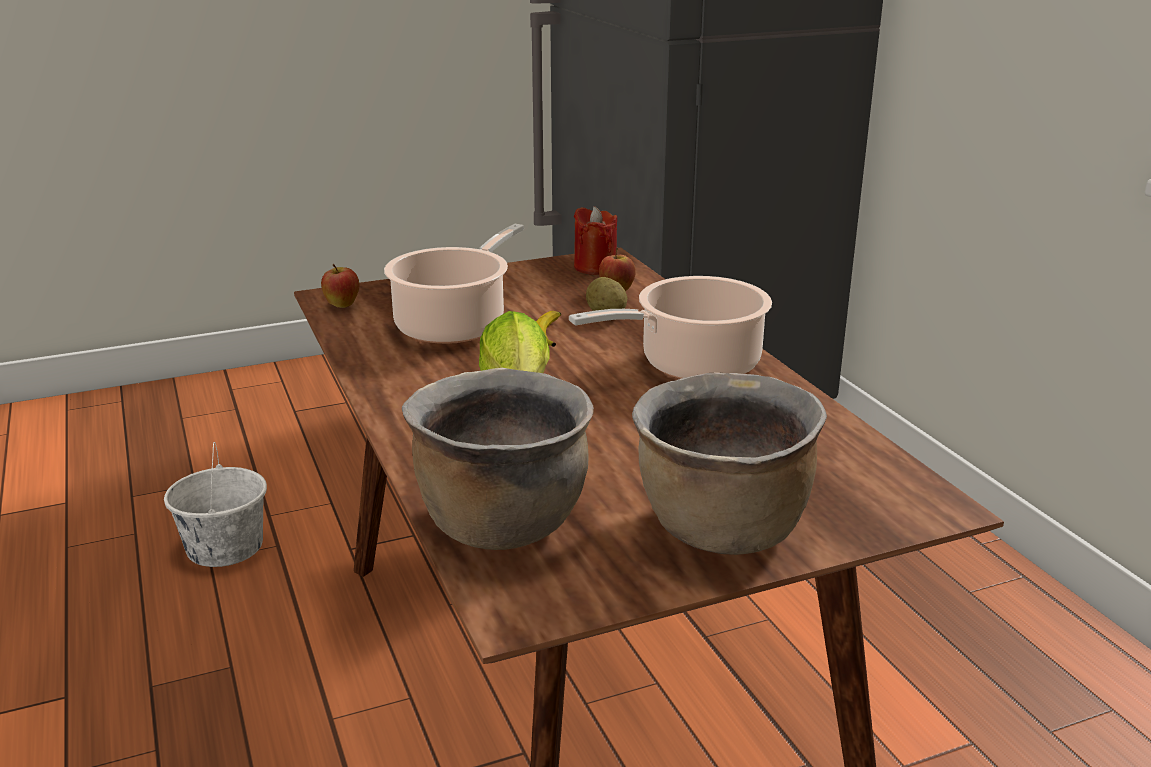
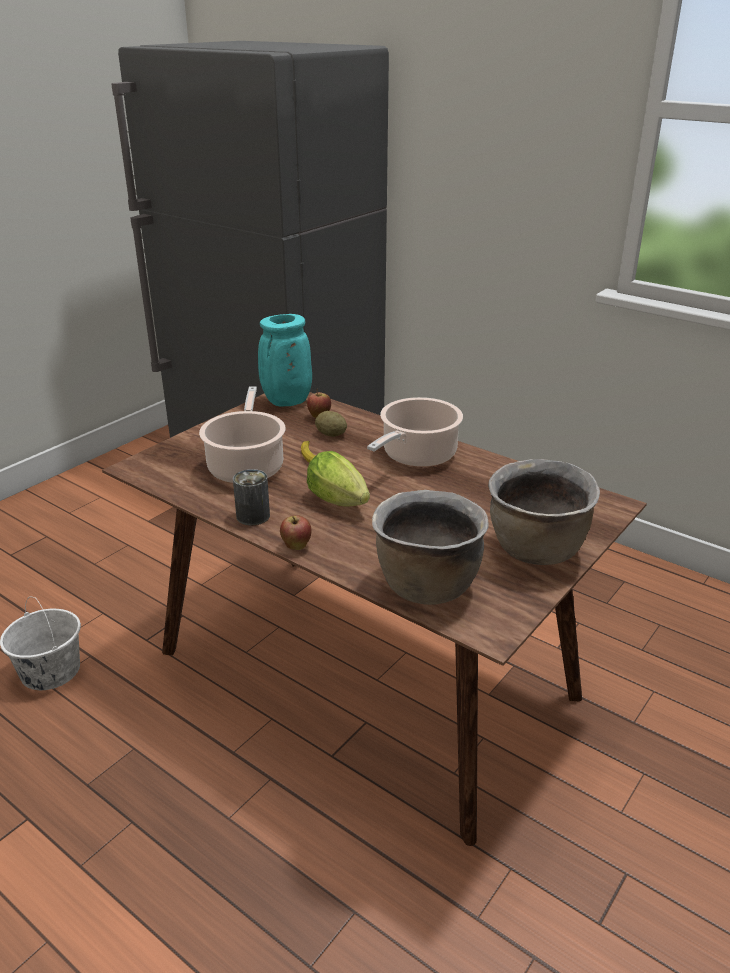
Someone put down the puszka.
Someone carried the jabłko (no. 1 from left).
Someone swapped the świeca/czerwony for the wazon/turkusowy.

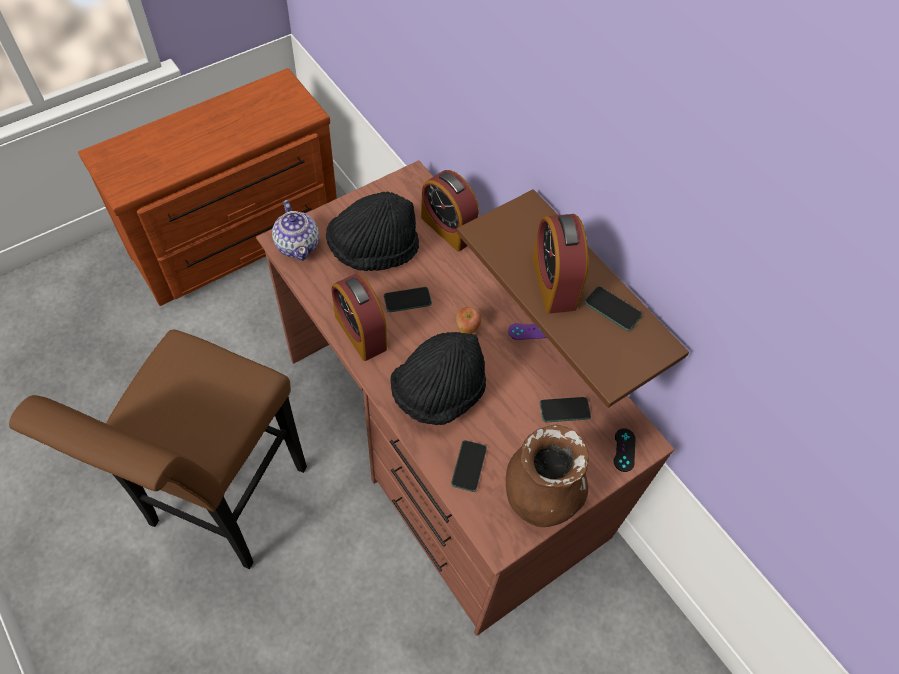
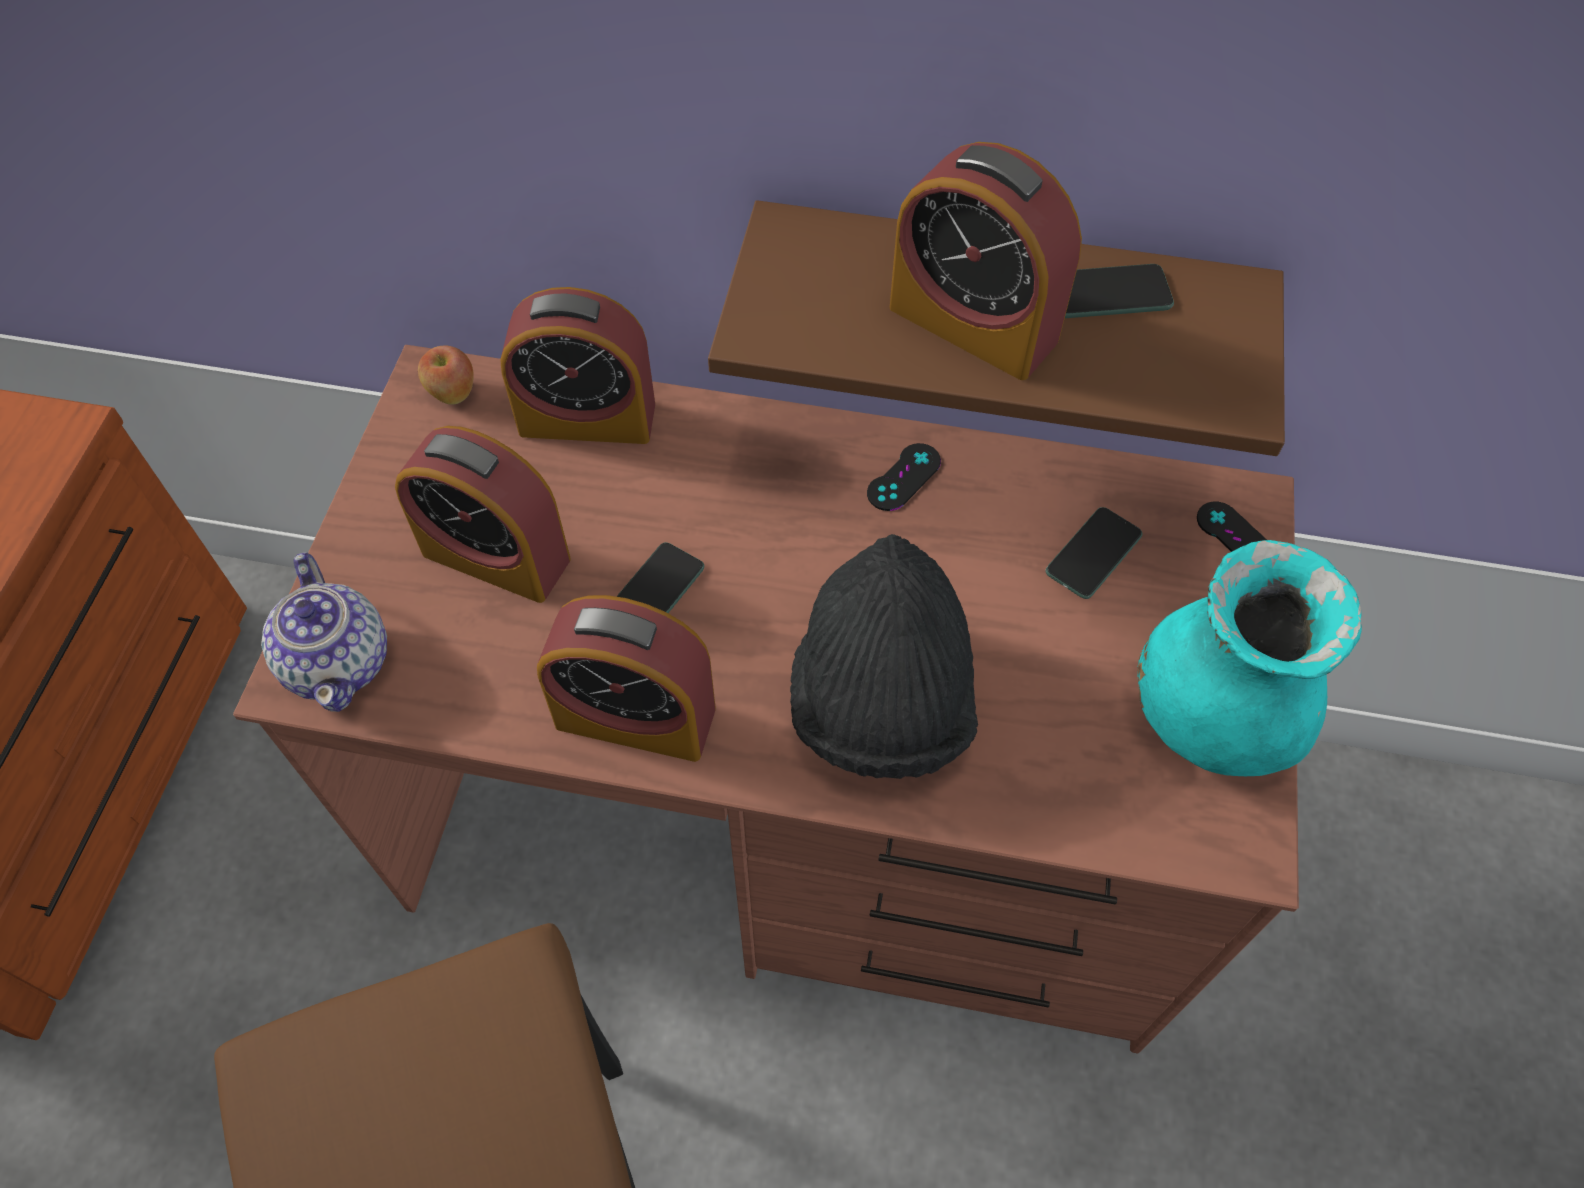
Someone took away the telefon (no. 2 from left).
Someone carried the jabłko.
Someone swapped the kapelusz/czarny (no. 1 from left) for the budzik (no. 1 from left).
Someone repainted the wazon/brązowy, which became the wazon/turkusowy.
Someone repainted the pad do gier/fioletowy, which became the pad do gier/czarny (no. 1 from left).
Someone rotated the imbryk by 45 degrees clockwise.

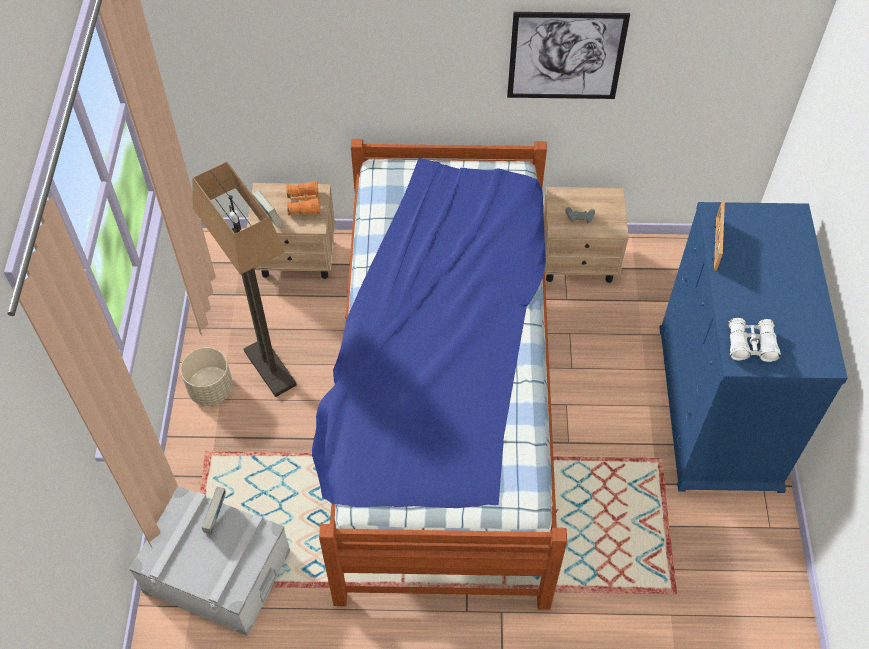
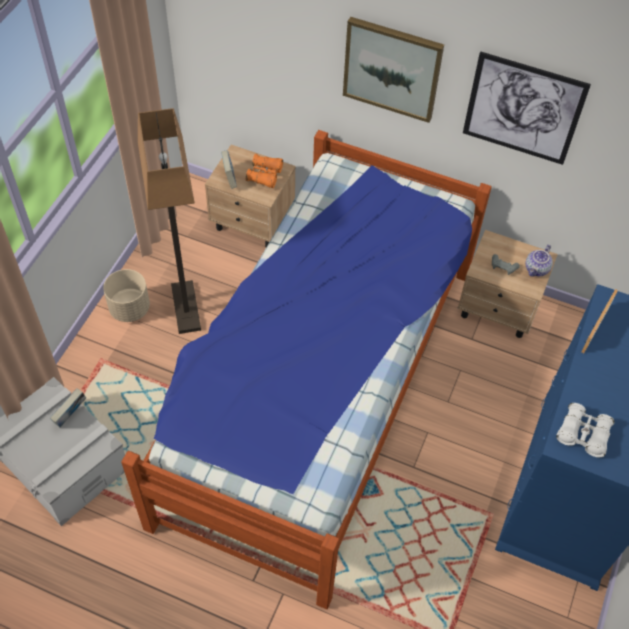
Someone put up the obraz (no. 1 from left).
Someone put down the imbryk.

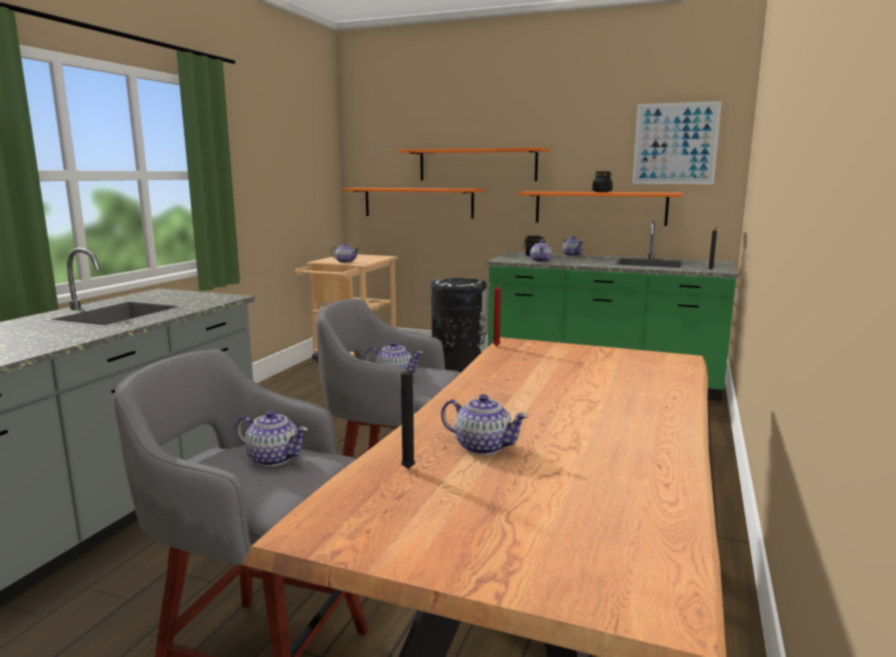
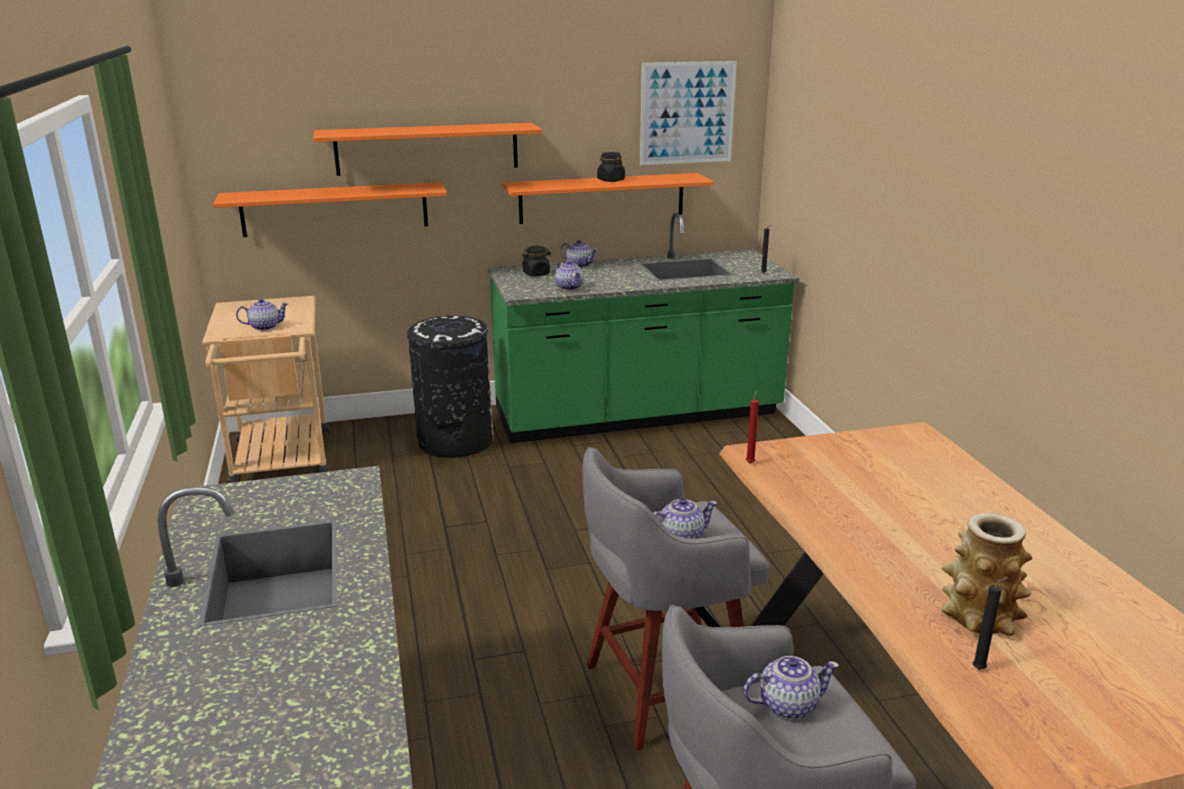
Someone swapped the imbryk (no. 4 from left) for the wazon.

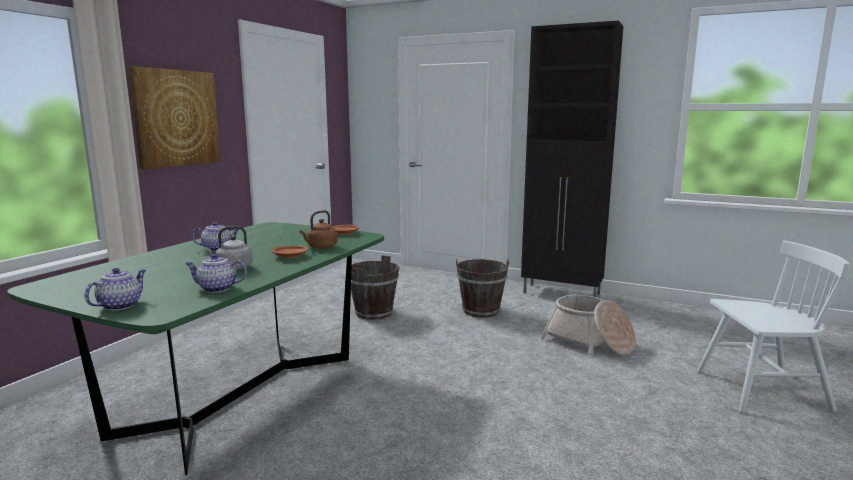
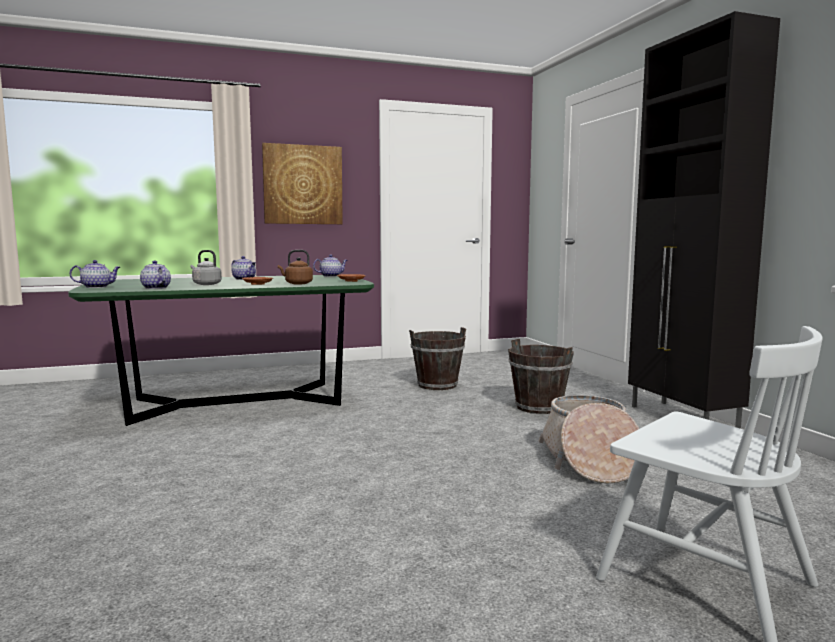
Someone put down the imbryk (no. 4 from left).

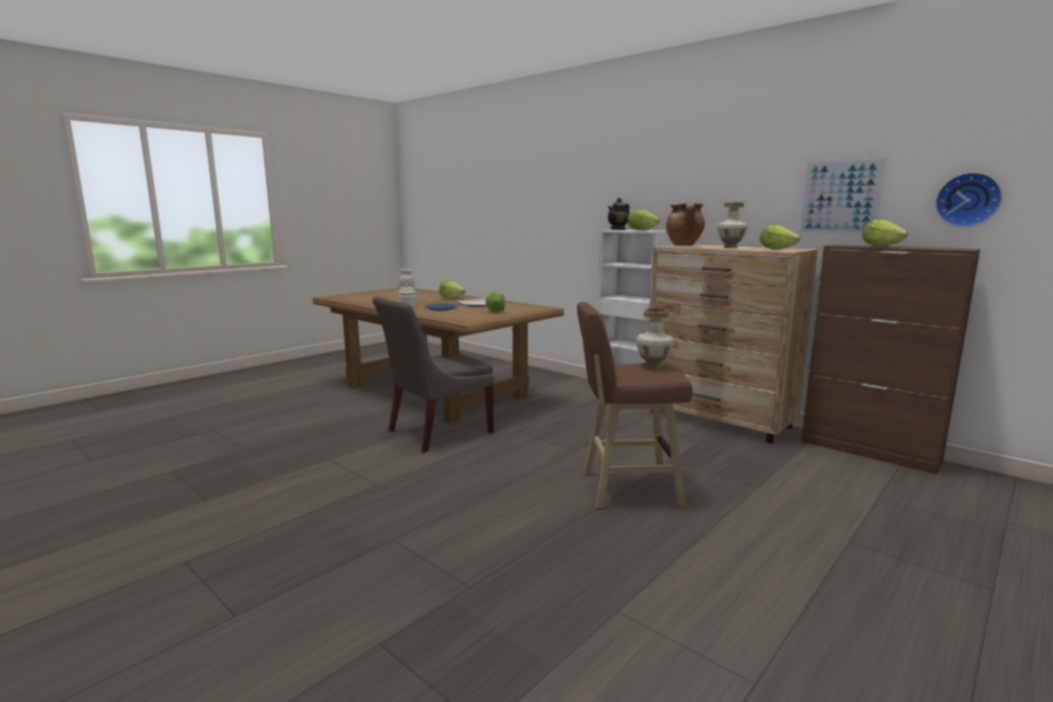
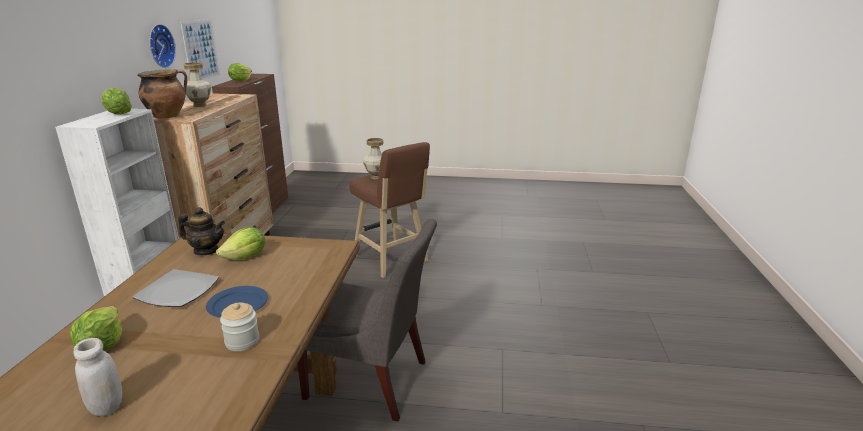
Someone took away the sałata (no. 4 from left).
Someone carried the imbryk.
Someone carried the zegar ścienny.

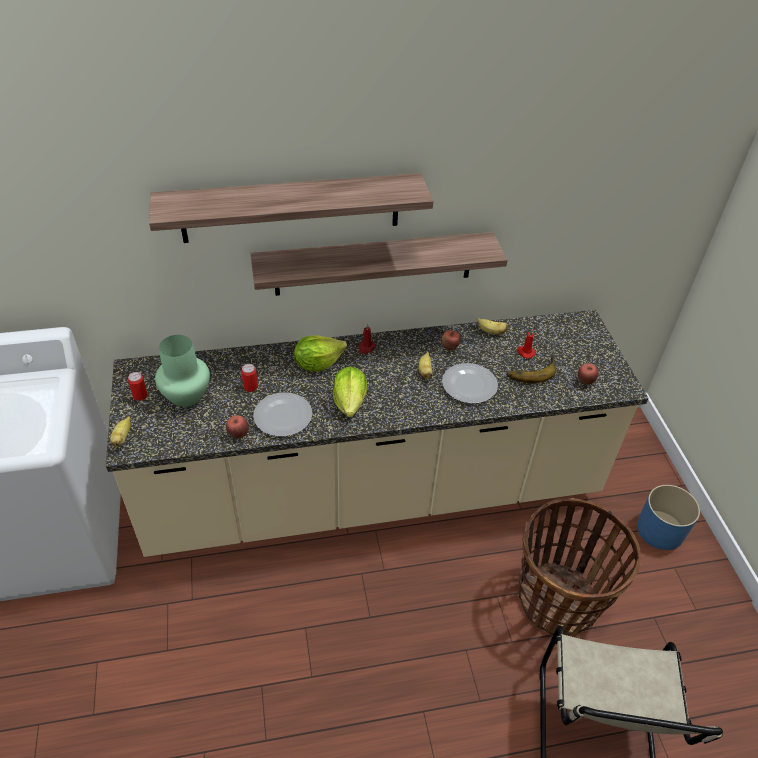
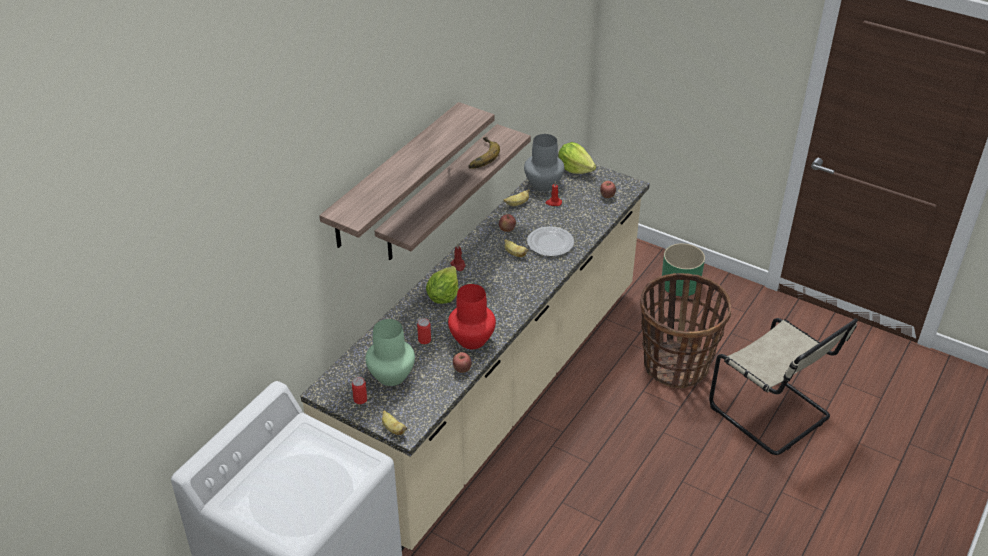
Someone put down the wazon/szary.
Someone carried the sałata (no. 2 from left).
Someone carried the banan (no. 4 from left in the first image).
Someone swapped the talerz (no. 1 from left) for the wazon/czerwony.
Someone repainted the donica/niebieski, which became the donica/zielony.

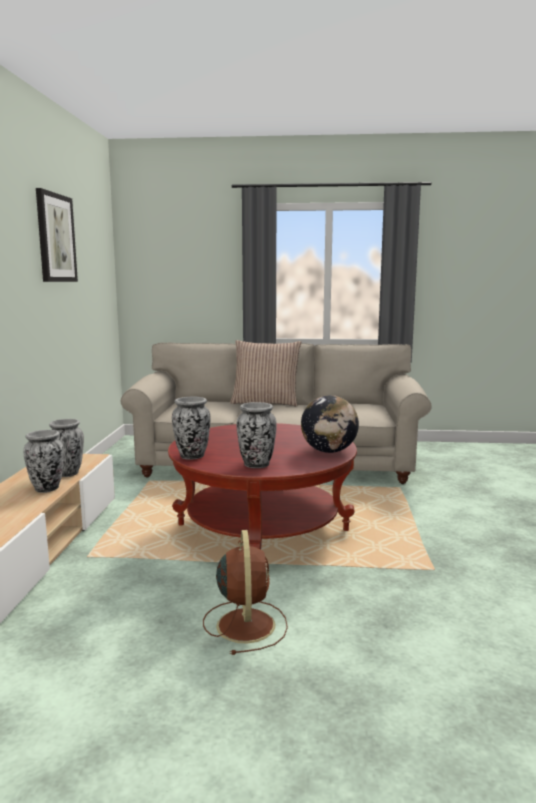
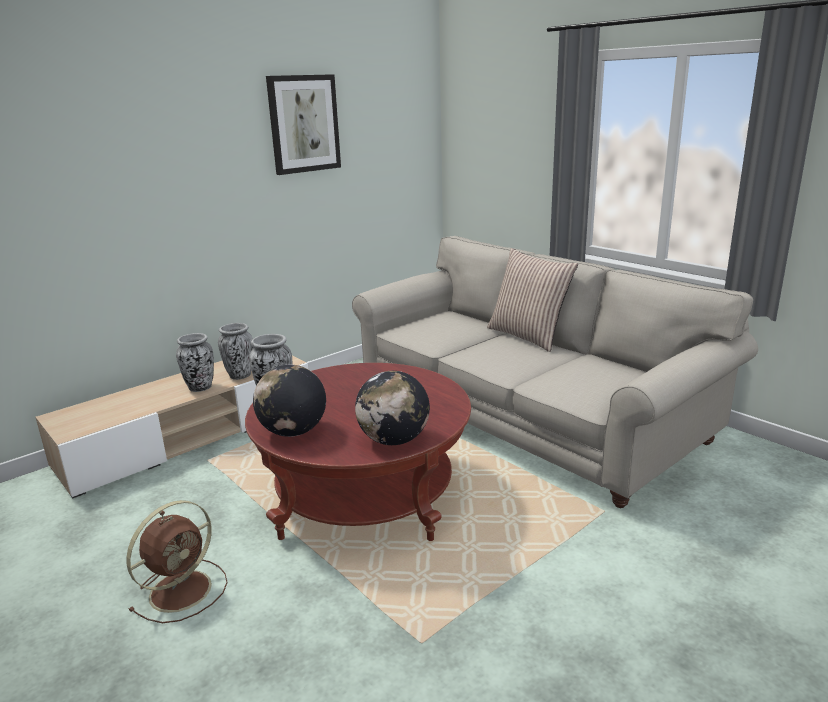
Someone swapped the wazon (no. 4 from left) for the globus (no. 1 from left).

